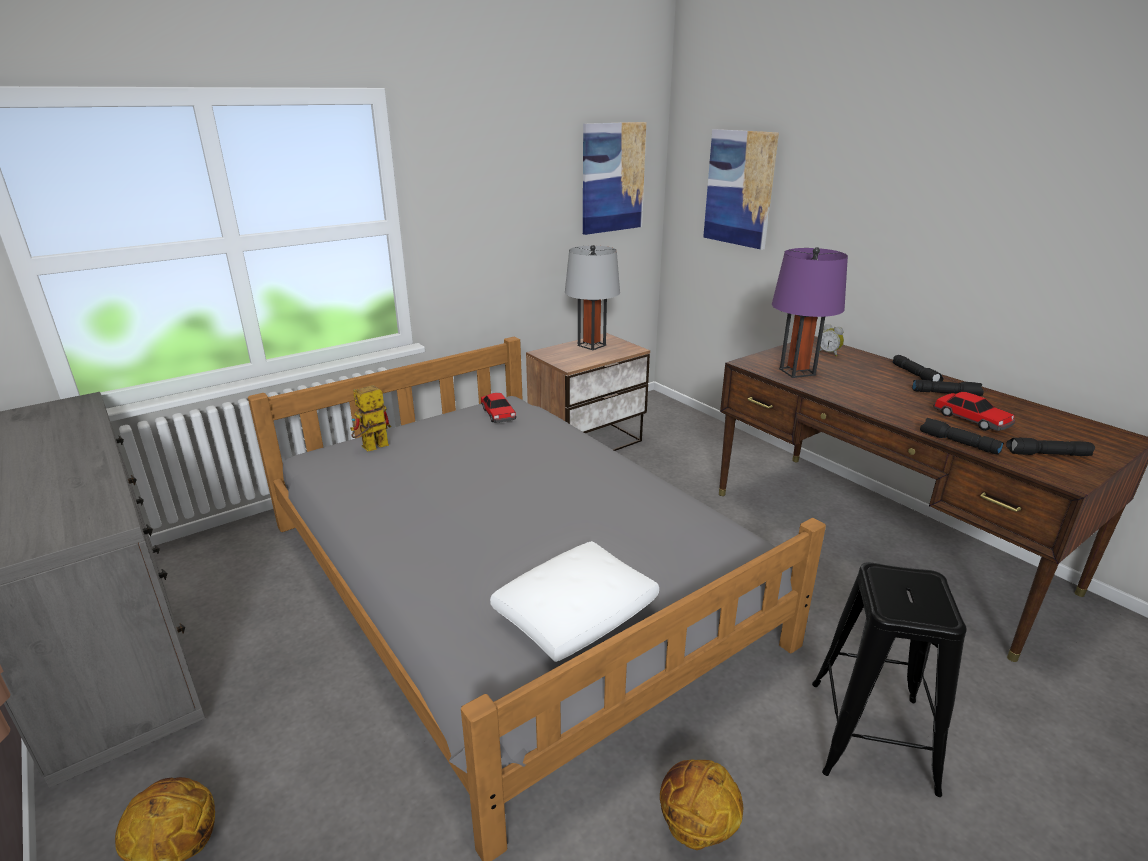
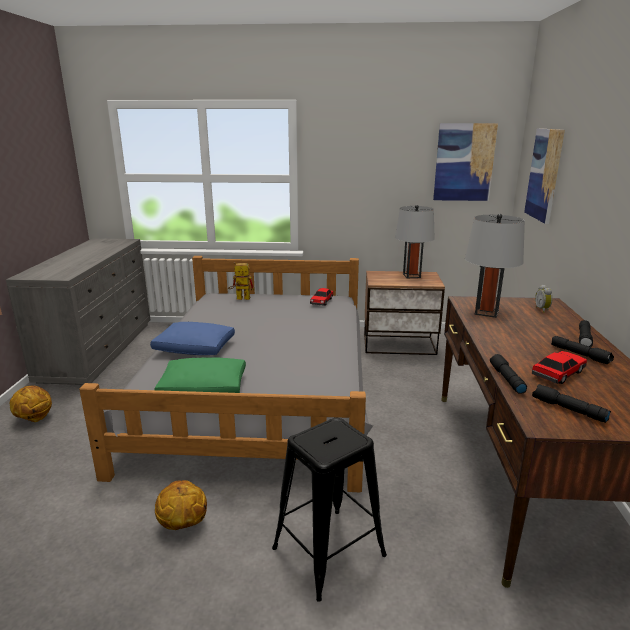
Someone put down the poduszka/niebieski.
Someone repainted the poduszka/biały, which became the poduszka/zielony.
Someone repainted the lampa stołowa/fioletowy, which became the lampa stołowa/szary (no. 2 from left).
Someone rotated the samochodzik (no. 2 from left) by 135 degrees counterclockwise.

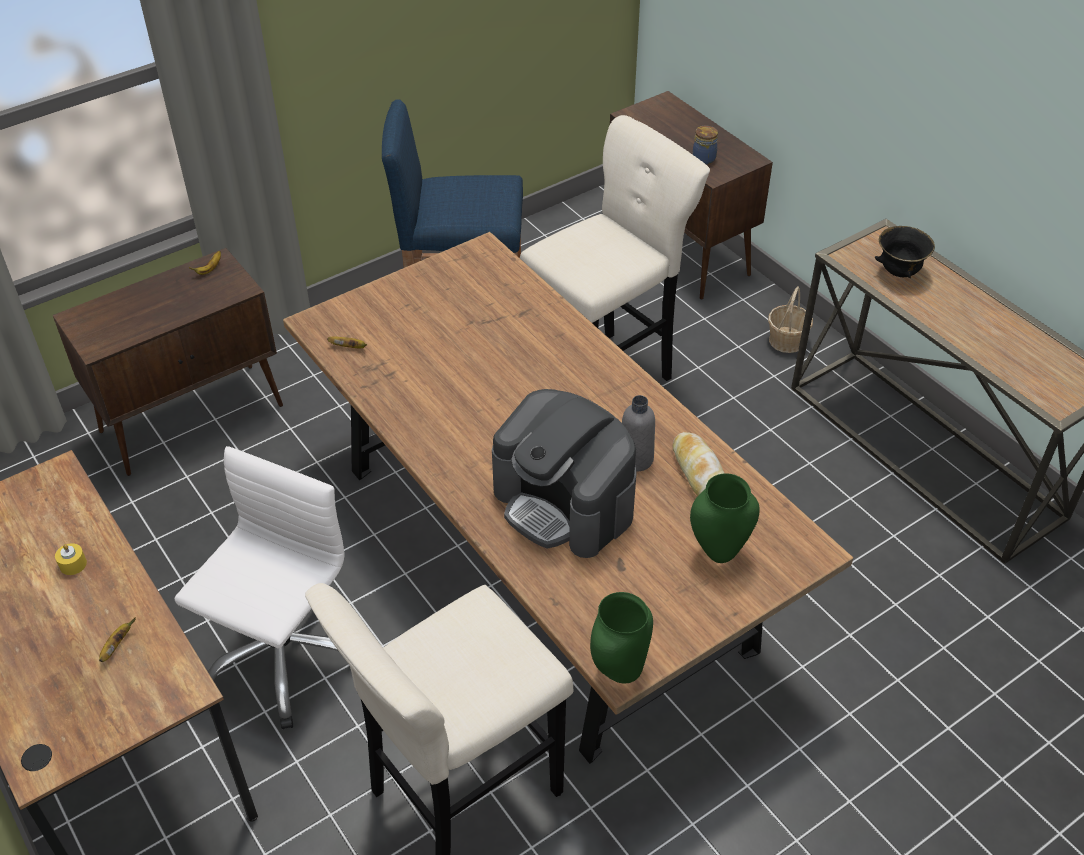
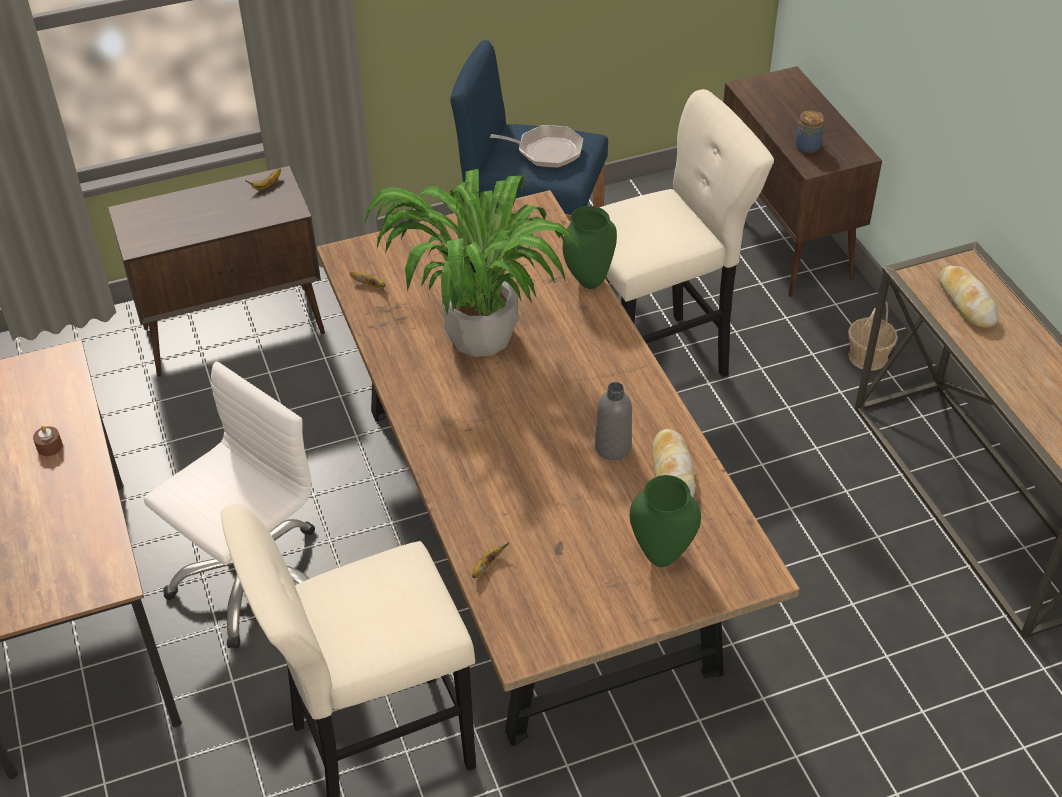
Someone took away the ekspres do kawy.
Someone put down the roślina doniczkowa.
Someone put down the patelnia.
Someone carried the banan (no. 1 from left in the first image).
Someone carried the wazon/zielony (no. 1 from left).
Someone swapped the miska/czarny for the chleb (no. 2 from left).
Someone repainted the świeca/żółty, which became the świeca/brązowy.

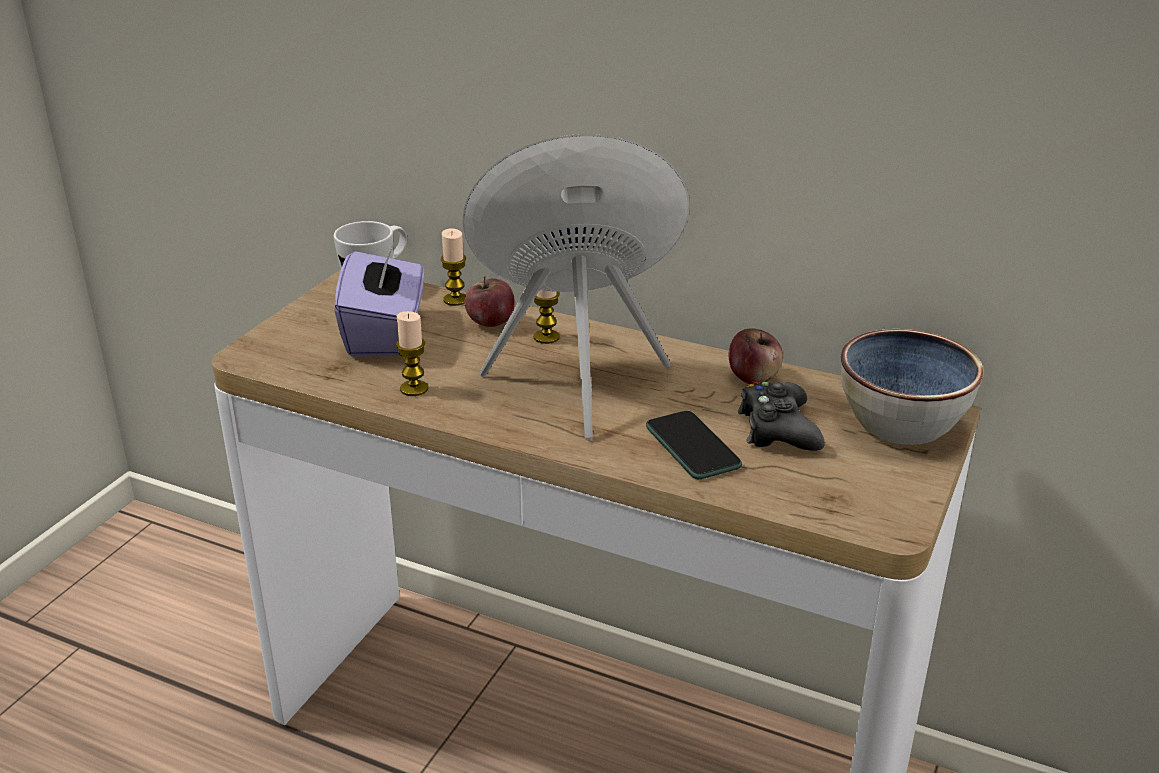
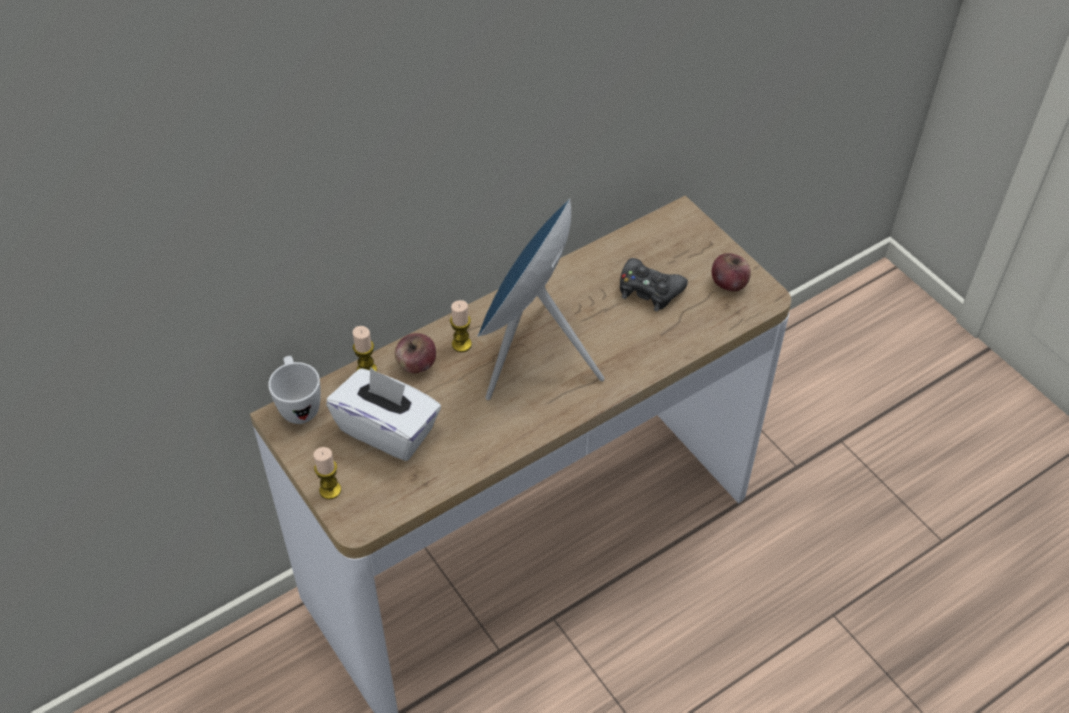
Someone took away the telefon.
Someone took away the miska.
Someone carried the świeca (no. 1 from left).
Someone carried the jabłko (no. 2 from left).
Someone repainted the pudełko chusteczek/fioletowy, which became the pudełko chusteczek/biały.

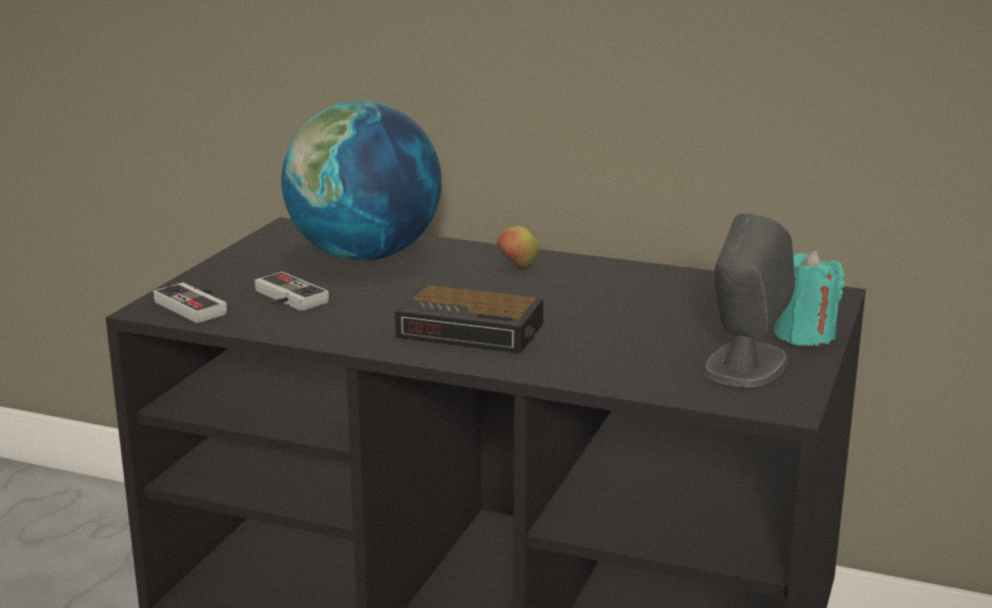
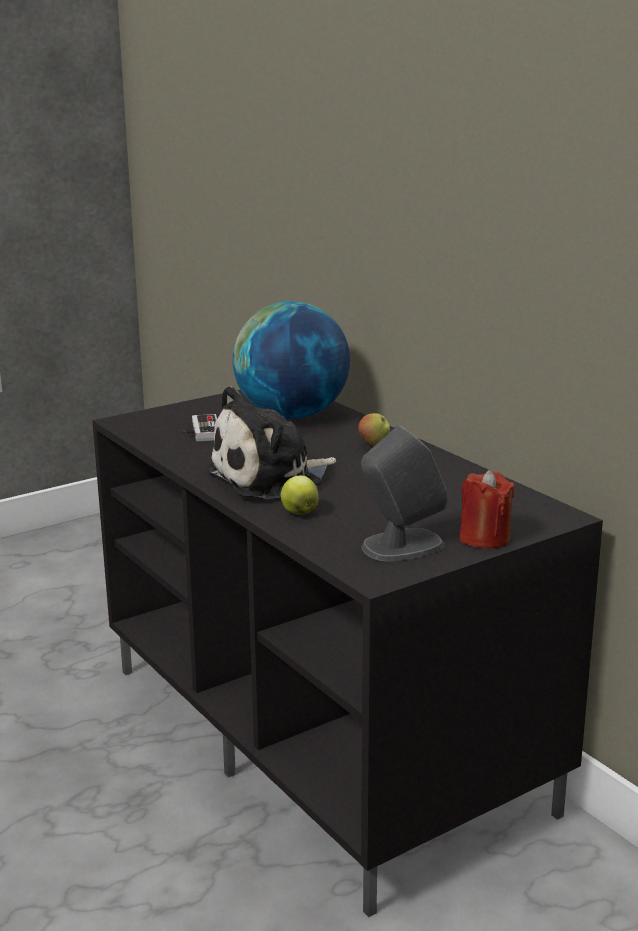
Someone took away the pad do gier (no. 1 from left).
Someone put down the jabłko (no. 1 from left).
Someone swapped the budzik for the pluszak.
Someone repainted the świeca/turkusowy, which became the świeca/czerwony.

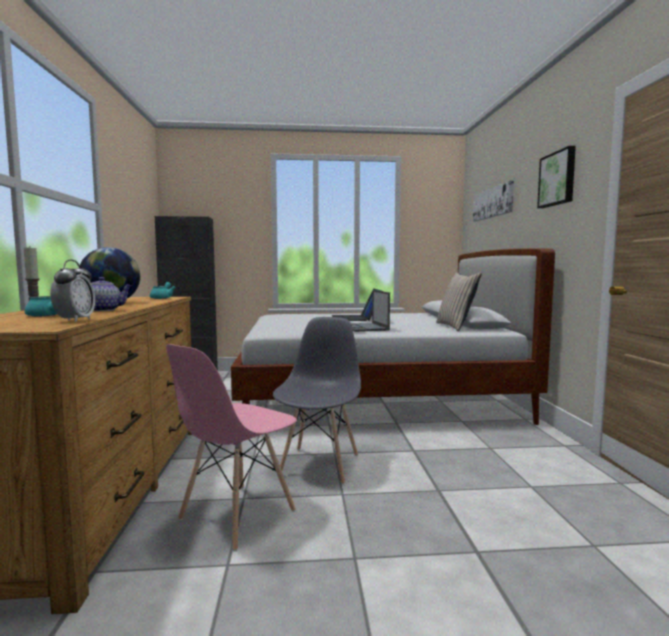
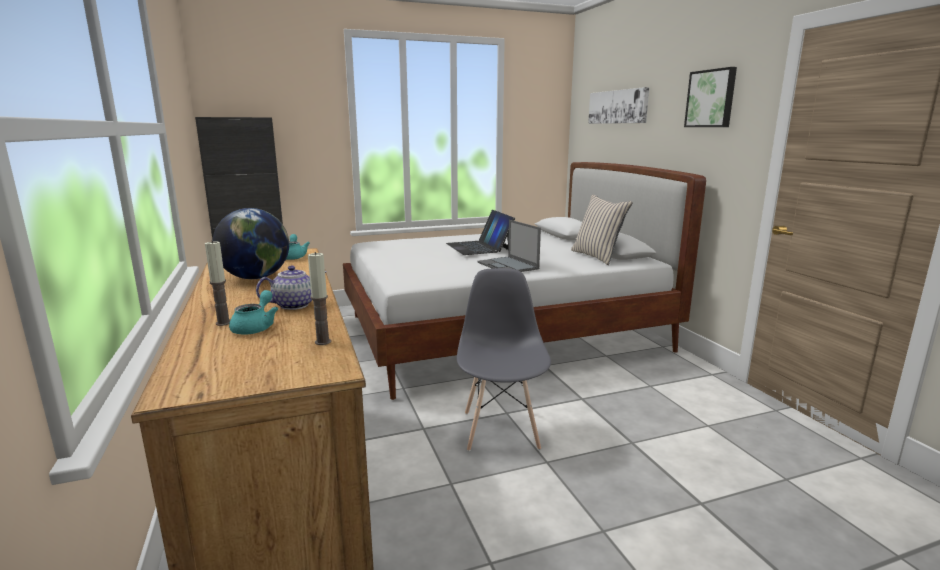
Someone took away the krzesło/różowy.
Someone swapped the budzik for the świeca (no. 2 from left).

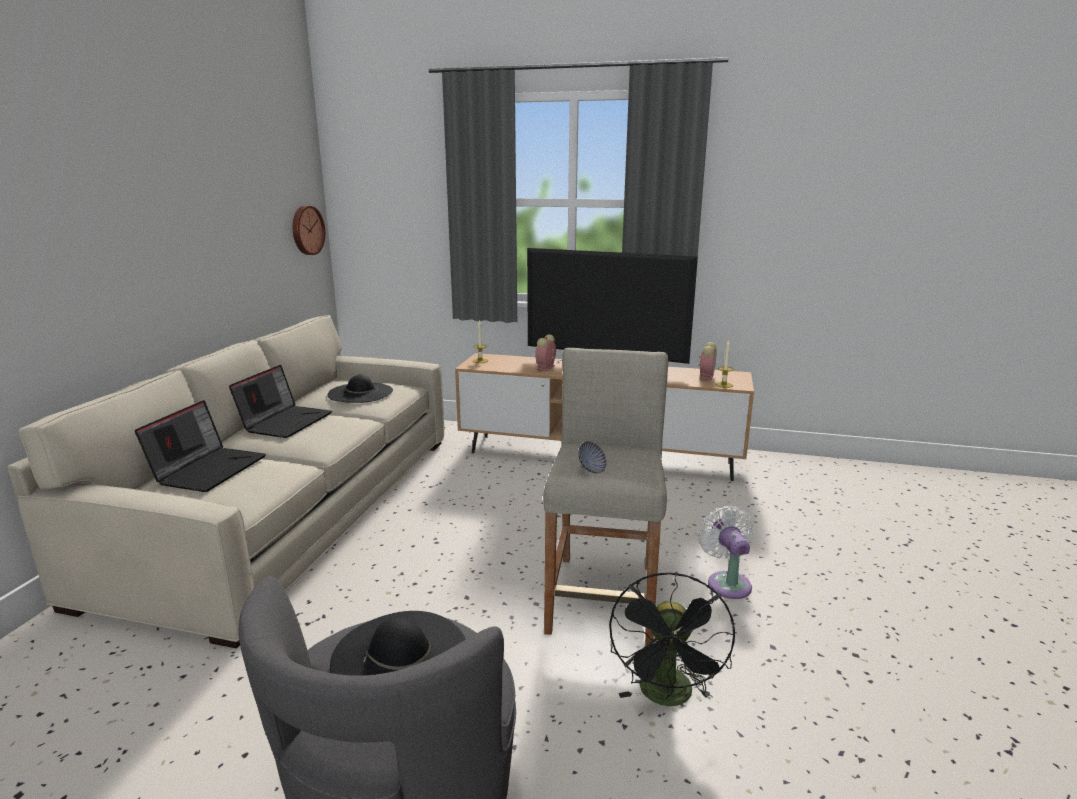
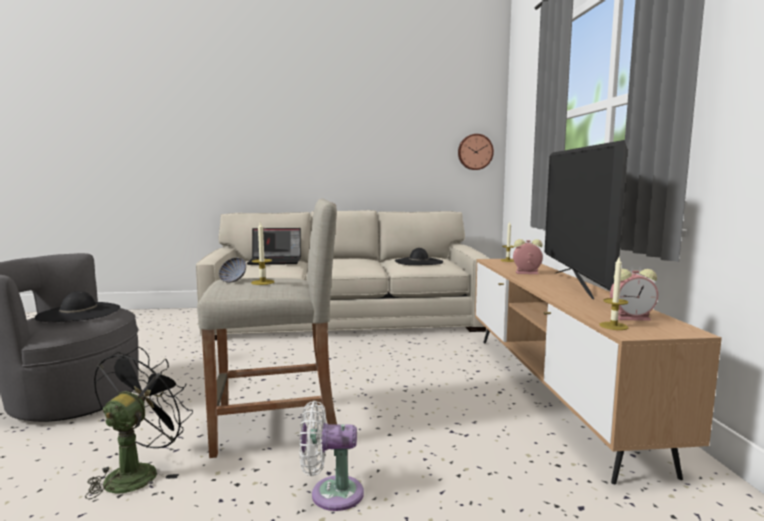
Someone took away the laptop (no. 2 from left).
Someone put down the świeca (no. 1 from left).
Someone rotated the wentylator/czarny by 120 degrees clockwise.
Someone rotated the wentylator/biały by 150 degrees counterclockwise.

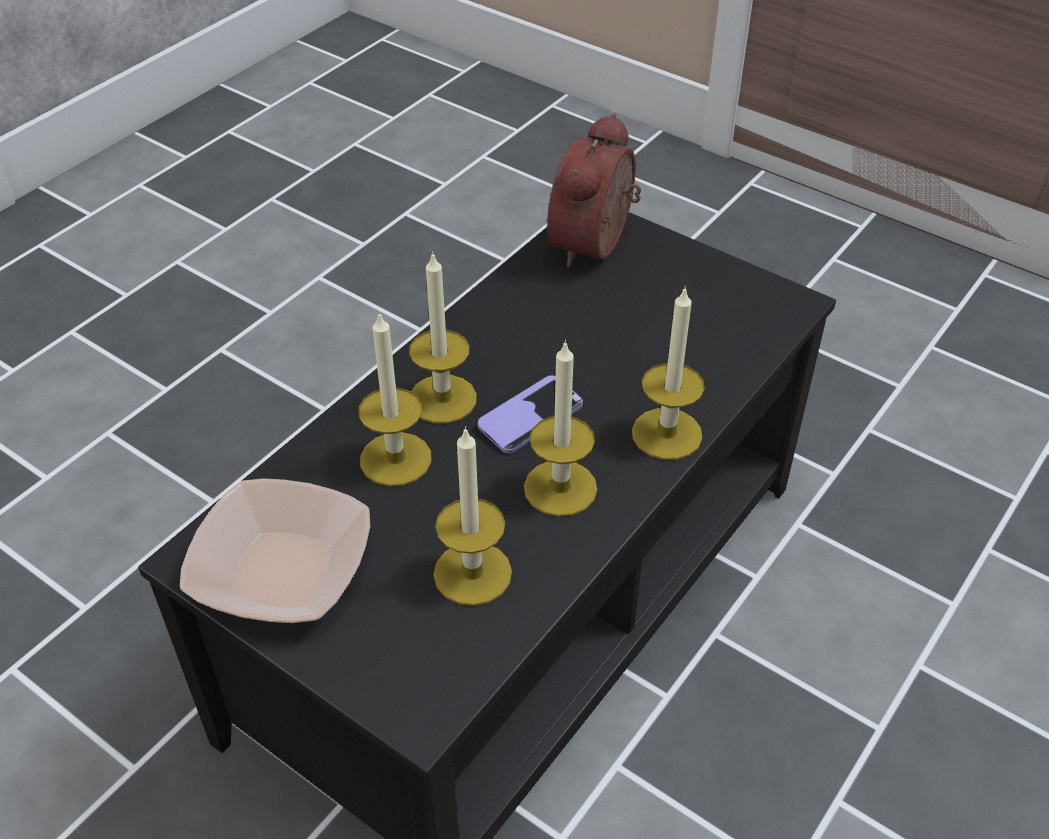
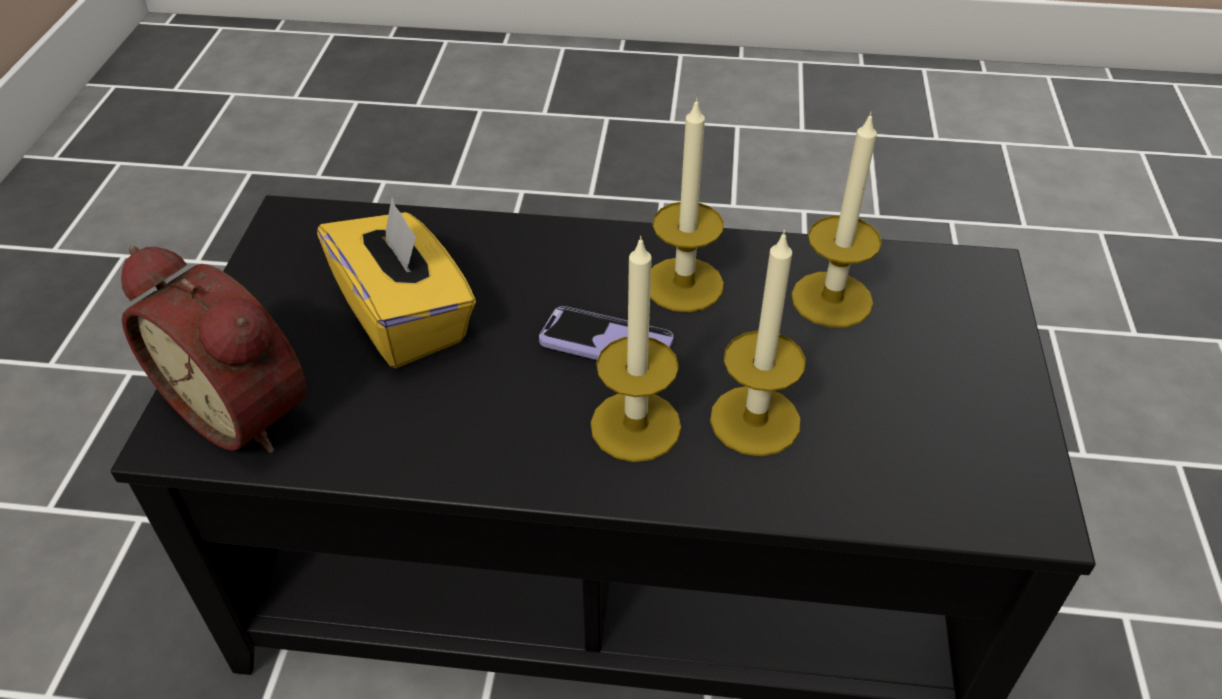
Someone took away the miska.
Someone took away the świeca (no. 5 from left).
Someone put down the pudełko chusteczek/żółty.
Someone rotated the budzik by 45 degrees clockwise.

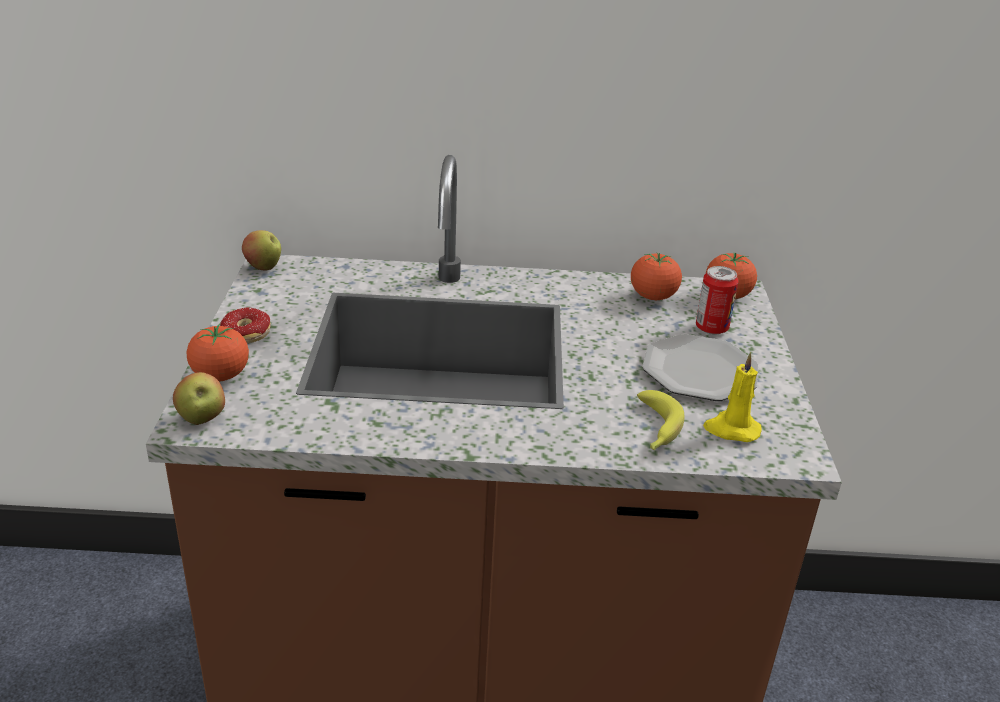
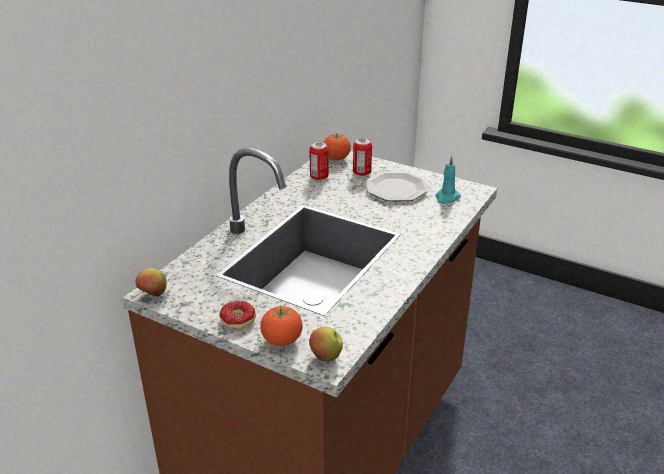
Someone took away the banan.
Someone swapped the pomidor (no. 2 from left) for the puszka (no. 1 from left).
Someone repainted the świeca/żółty, which became the świeca/turkusowy.

